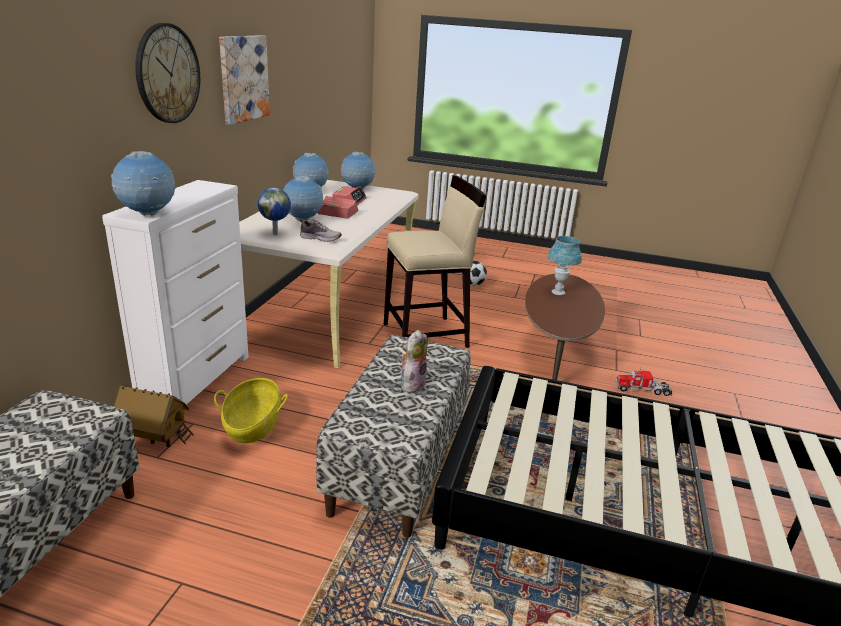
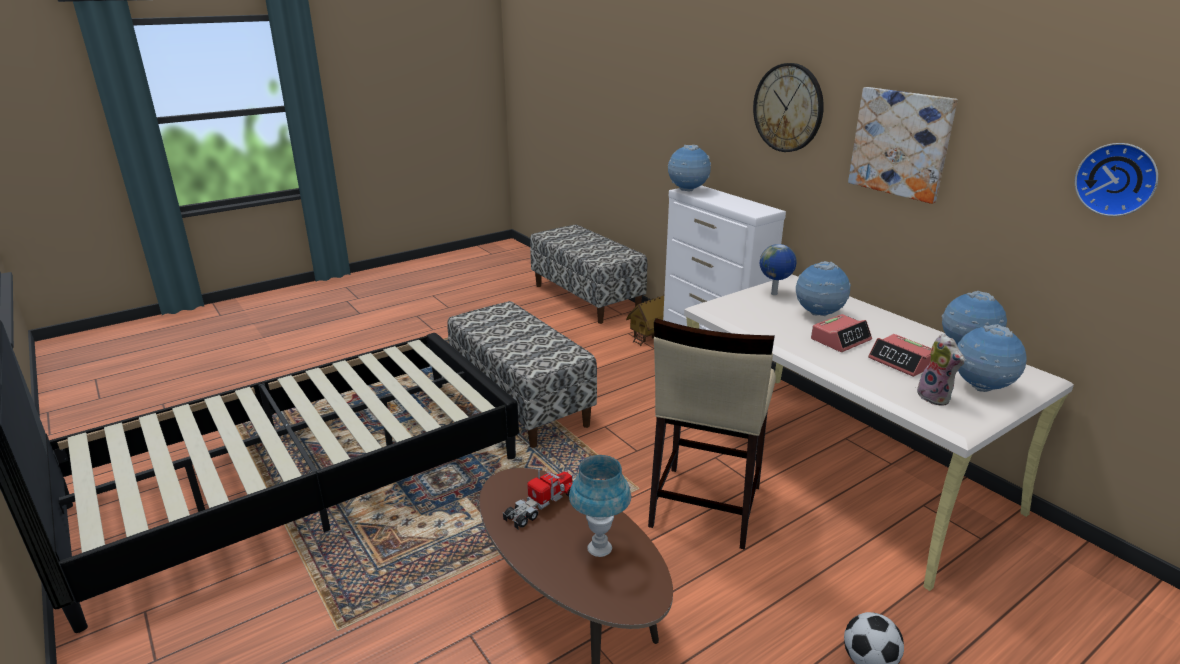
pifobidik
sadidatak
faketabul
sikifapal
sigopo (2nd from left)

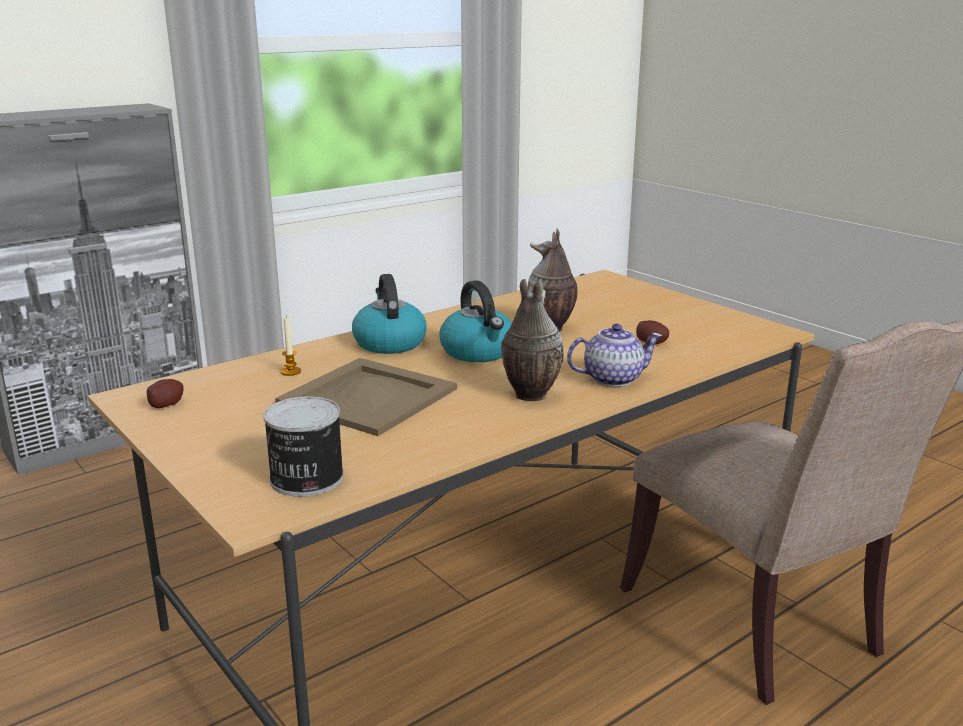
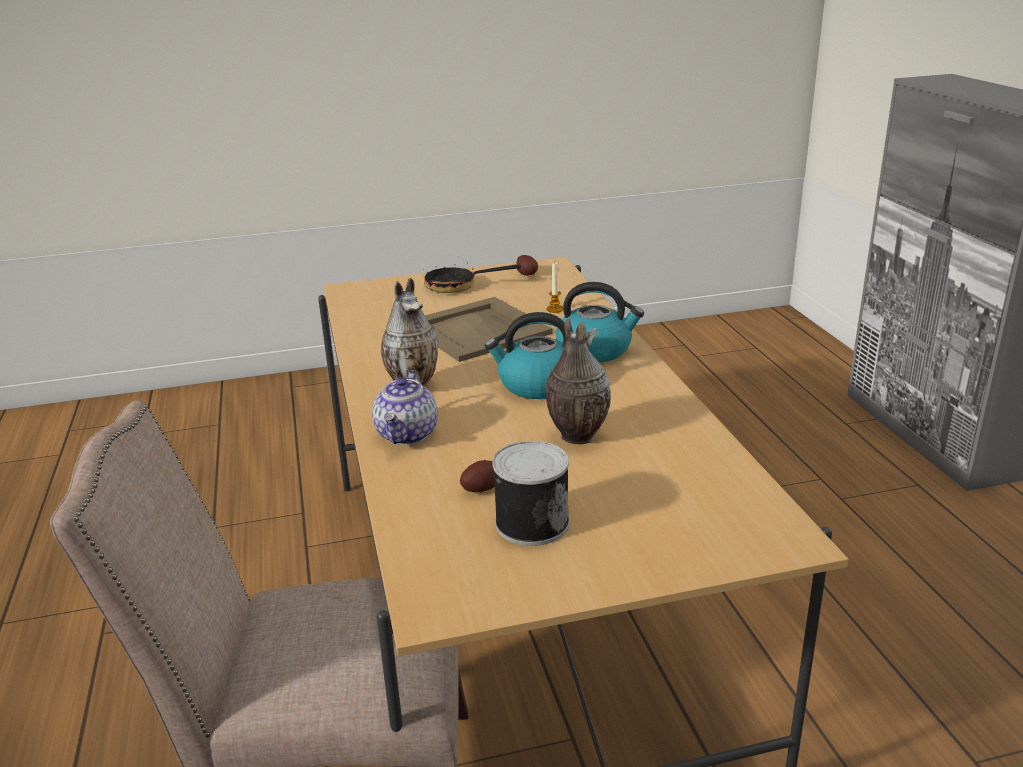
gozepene
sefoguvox

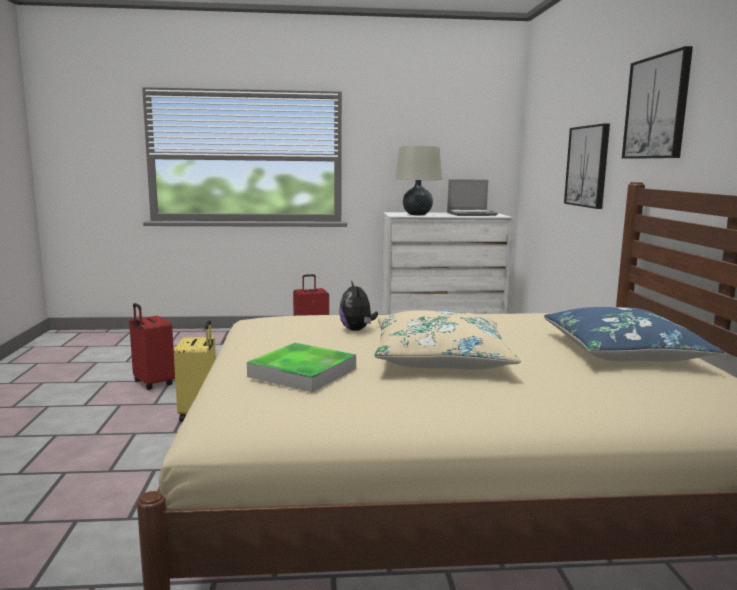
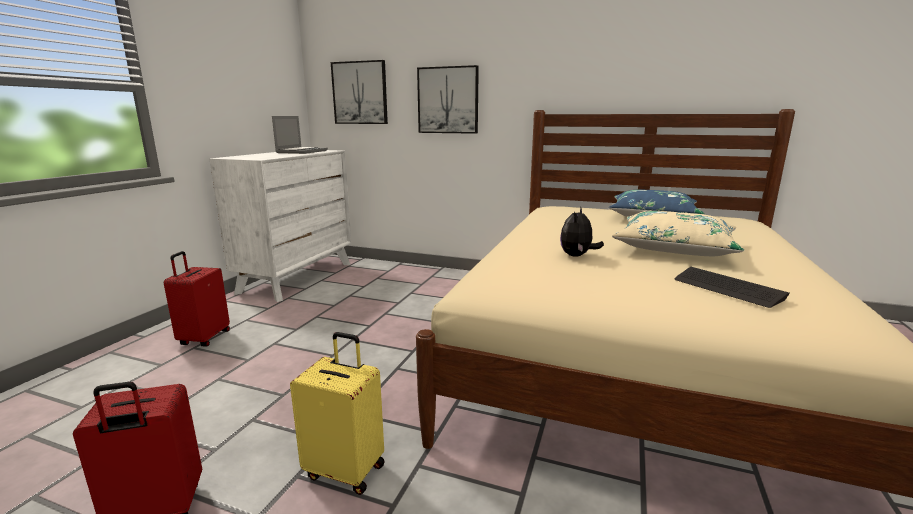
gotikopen
faketabul
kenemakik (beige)
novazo (1st from left)

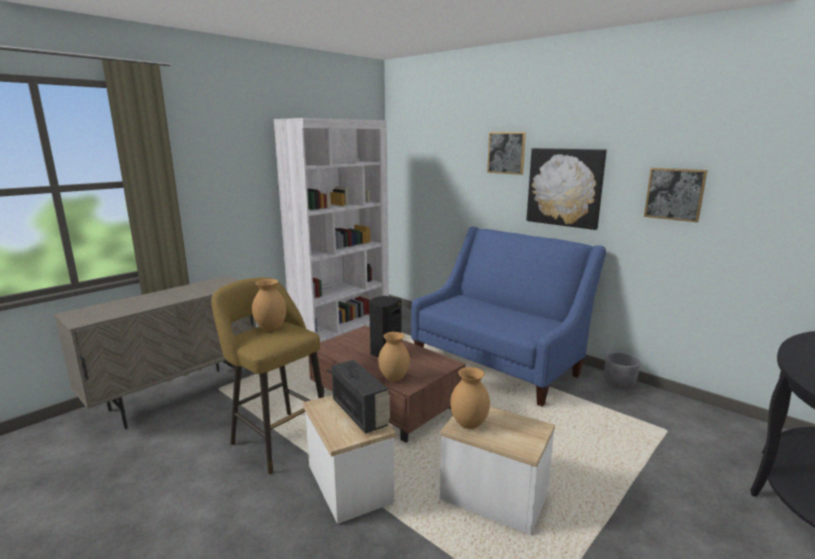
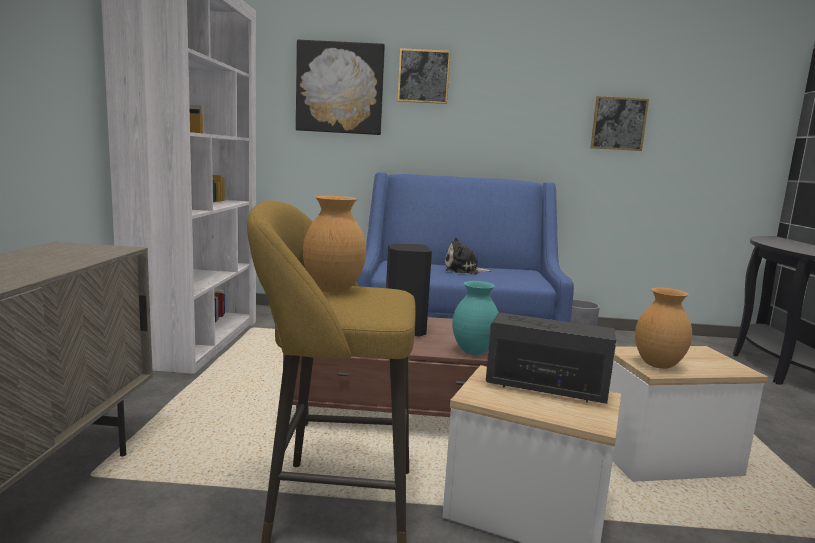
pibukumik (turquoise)
novazo (1st from left)
faketabul

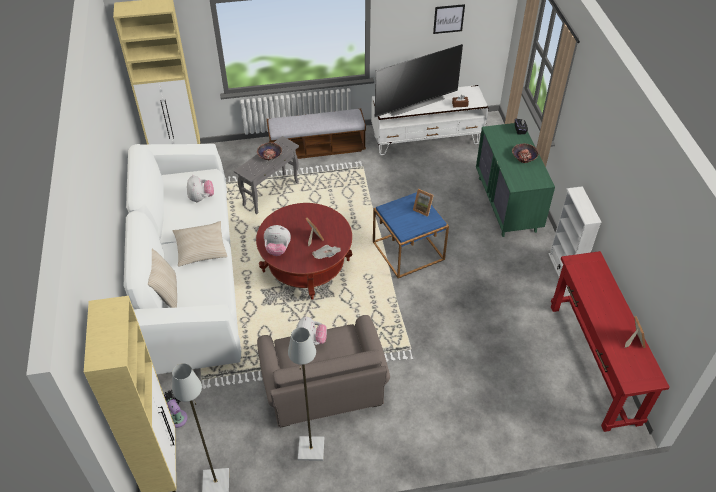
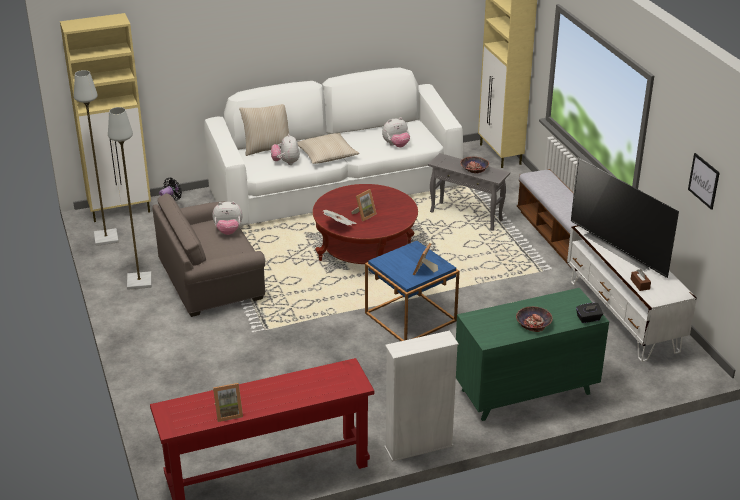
faketabul (2nd from left)

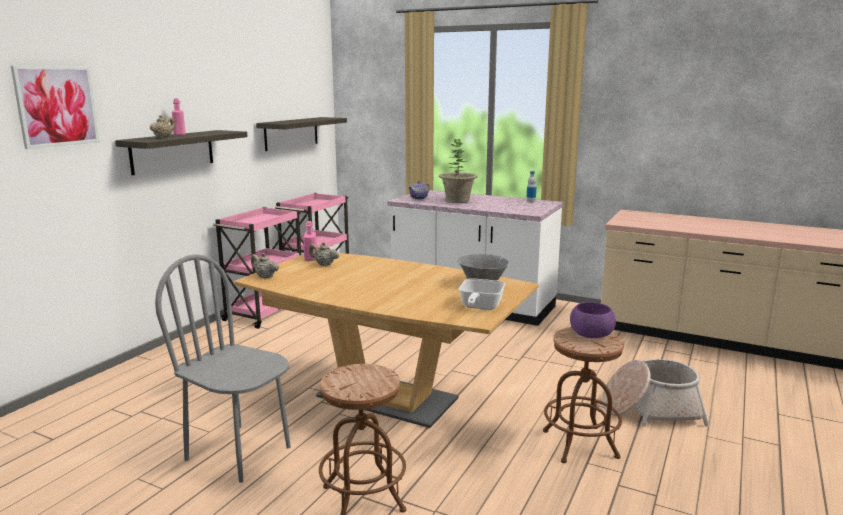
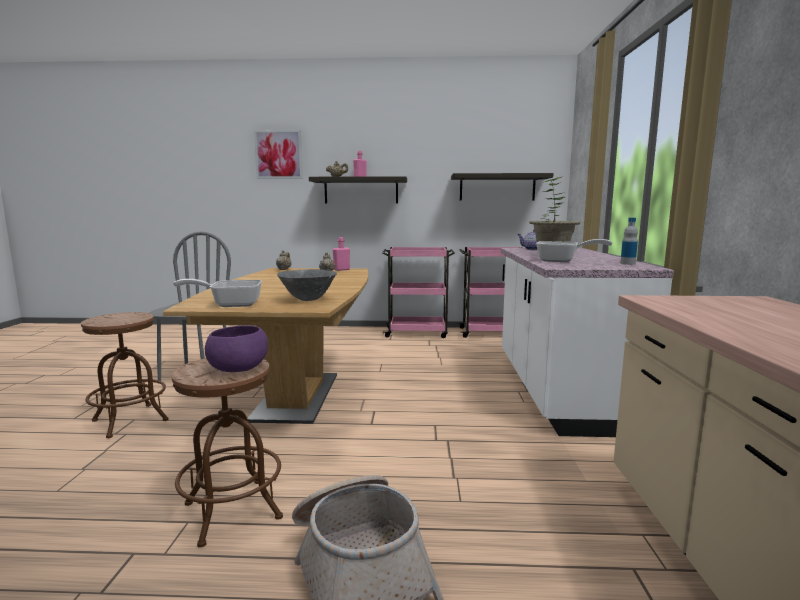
sefoguvox (2nd from left)

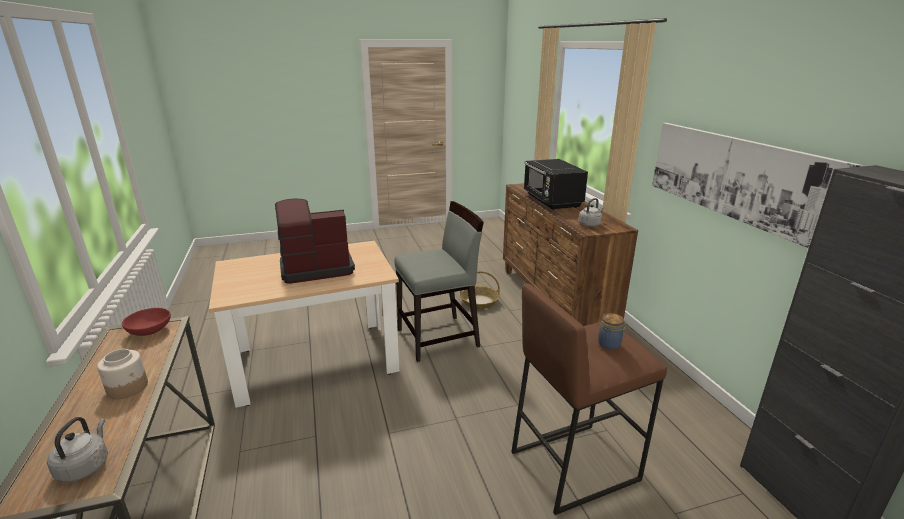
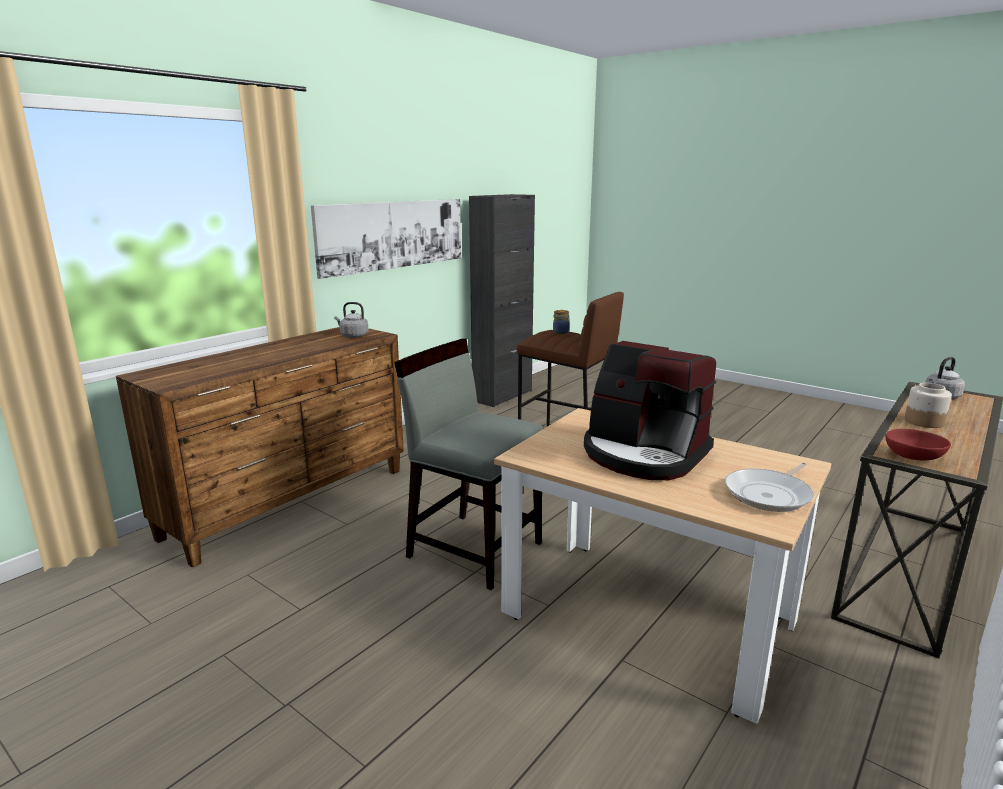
pifobidik
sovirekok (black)
sefoguvox

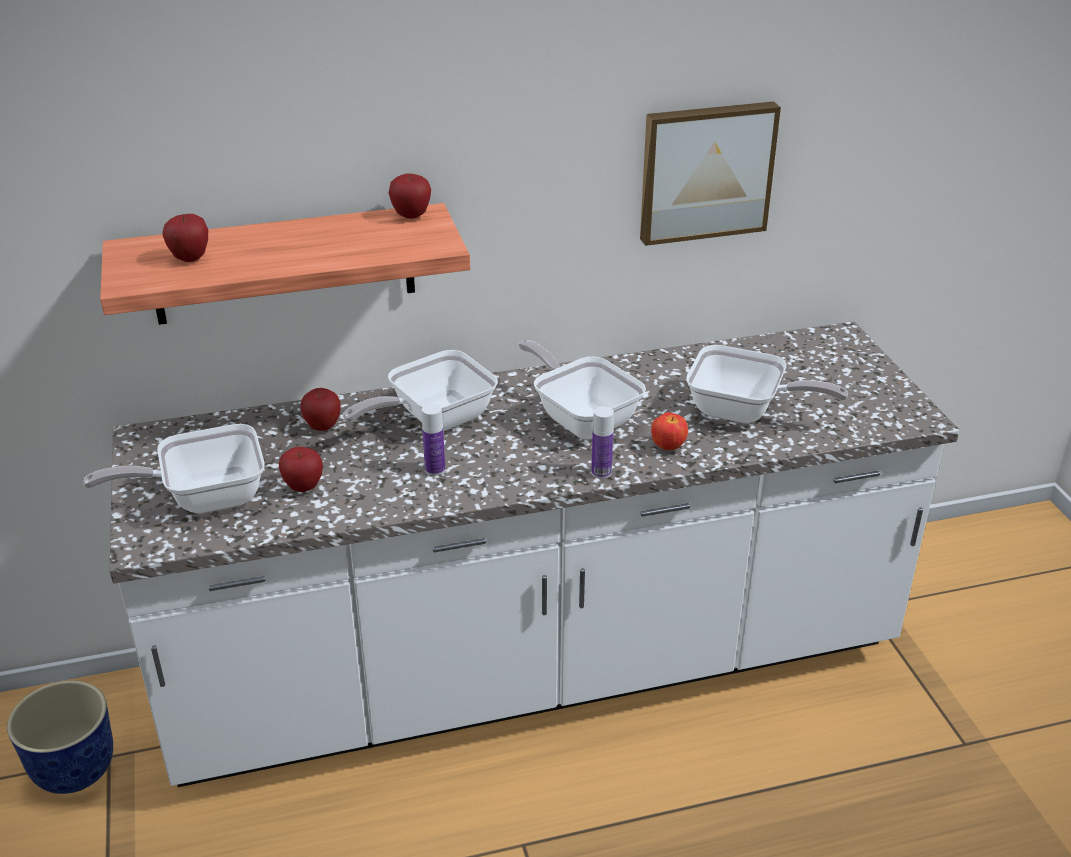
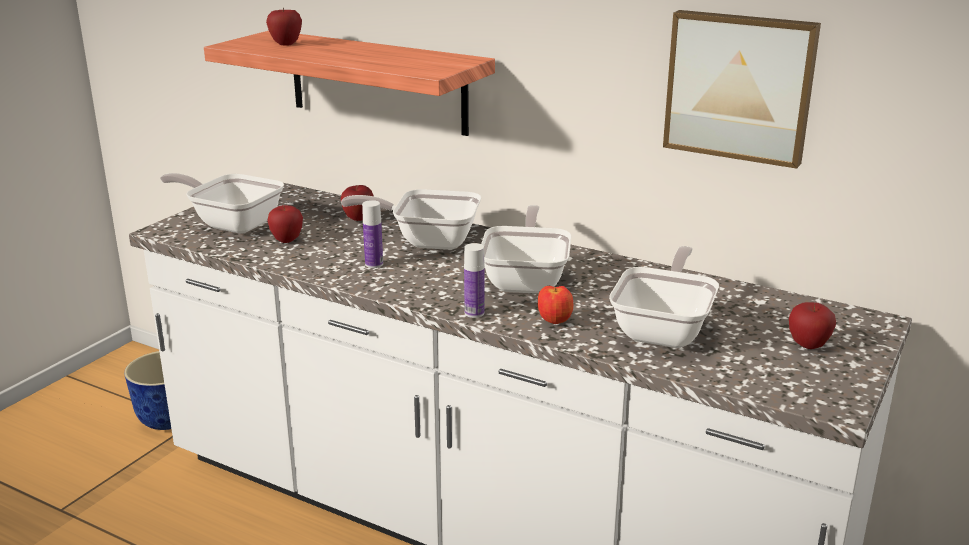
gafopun (5th from left)
sefoguvox (4th from left)

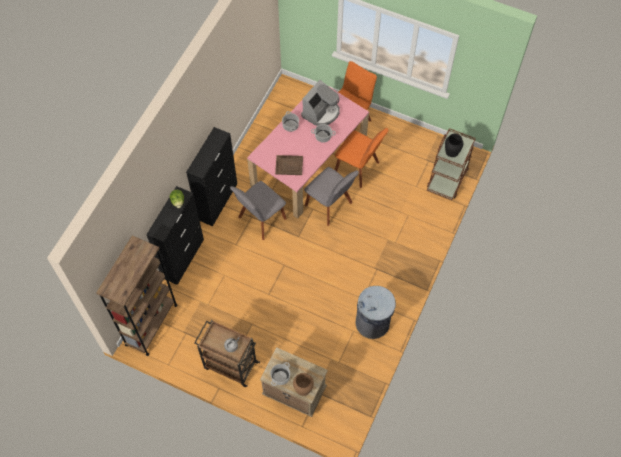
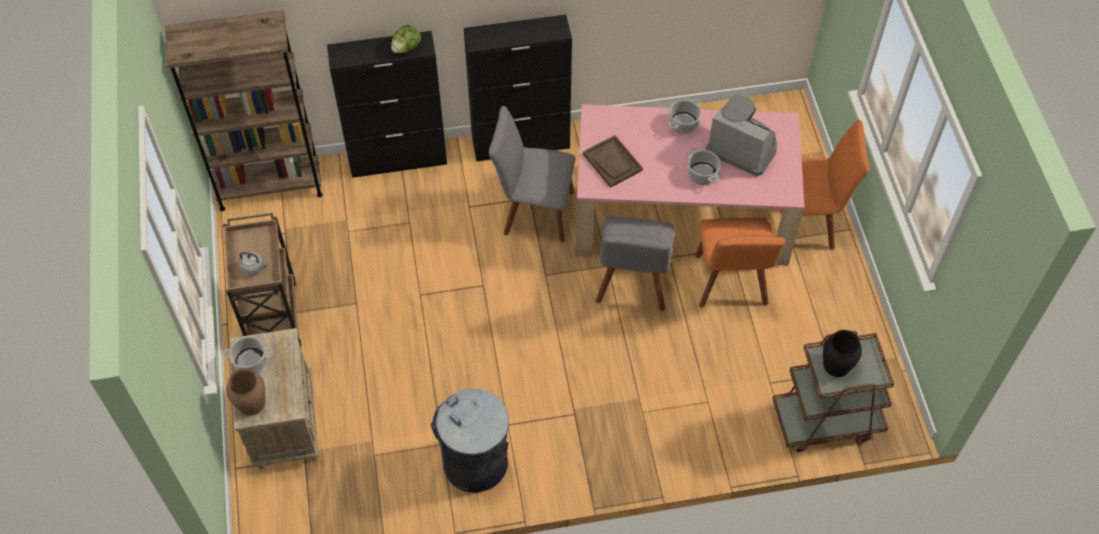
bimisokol

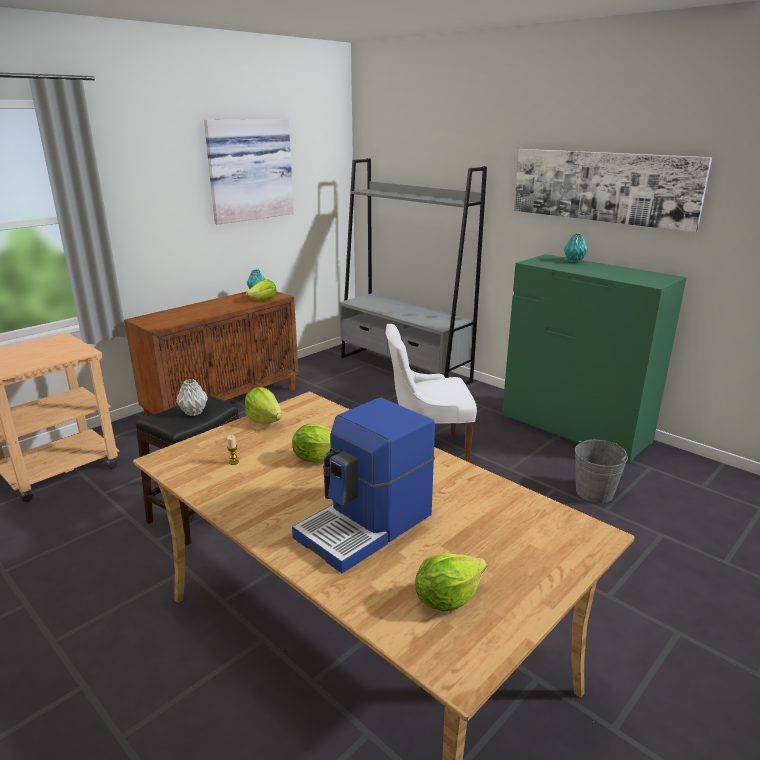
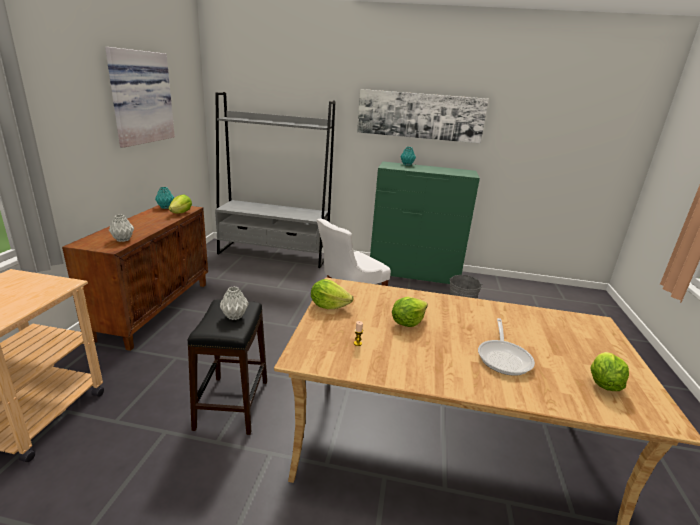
sefoguvox
pibukumik (grey) (1st from left)

